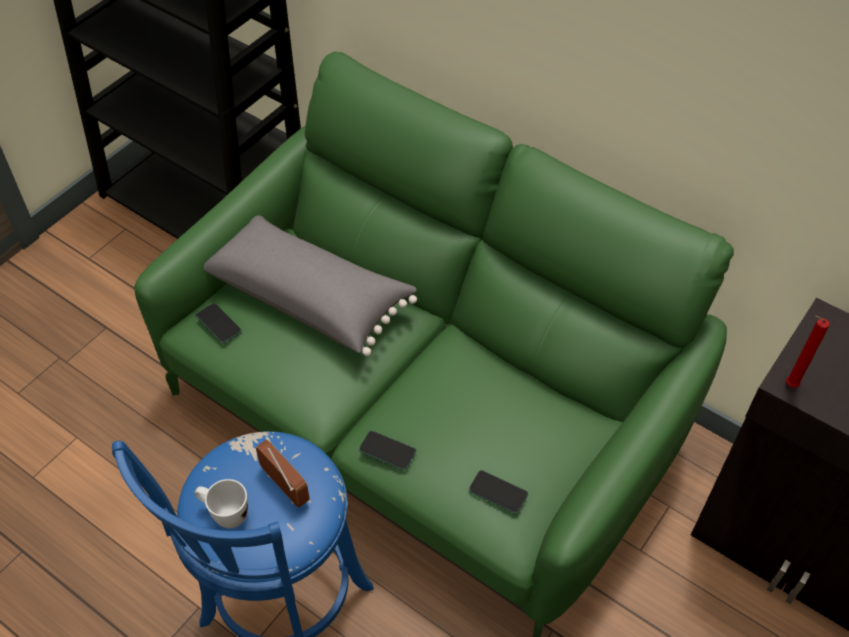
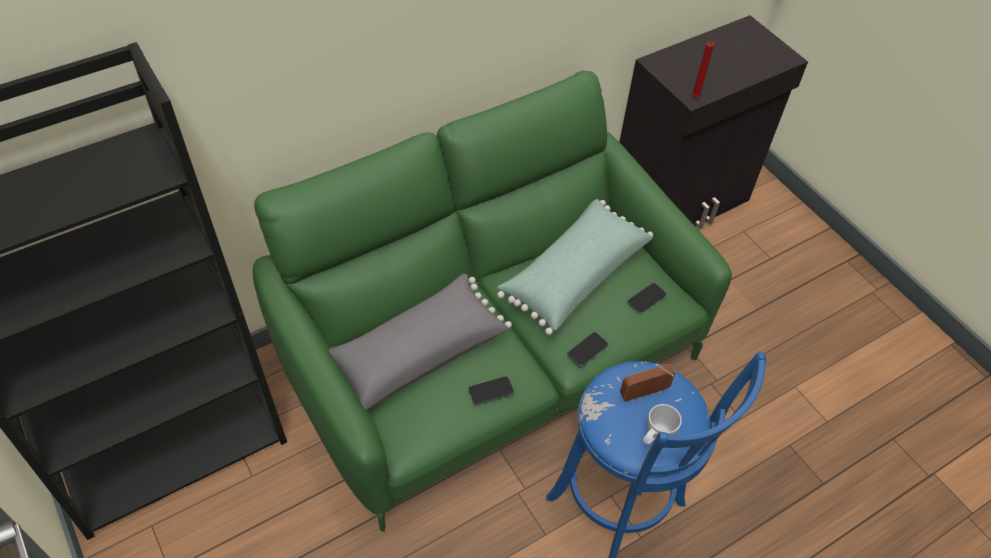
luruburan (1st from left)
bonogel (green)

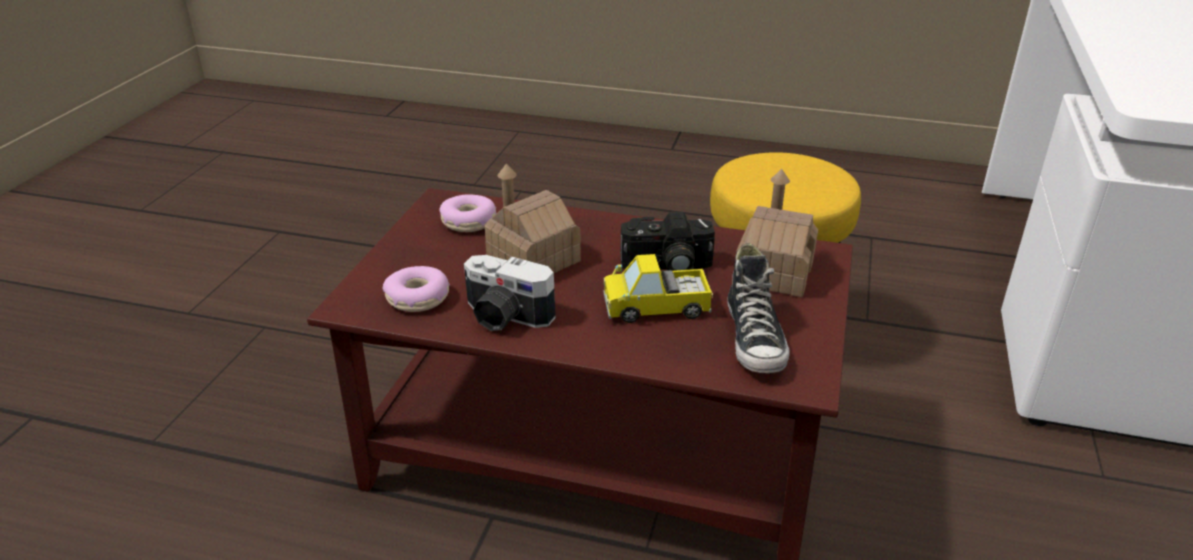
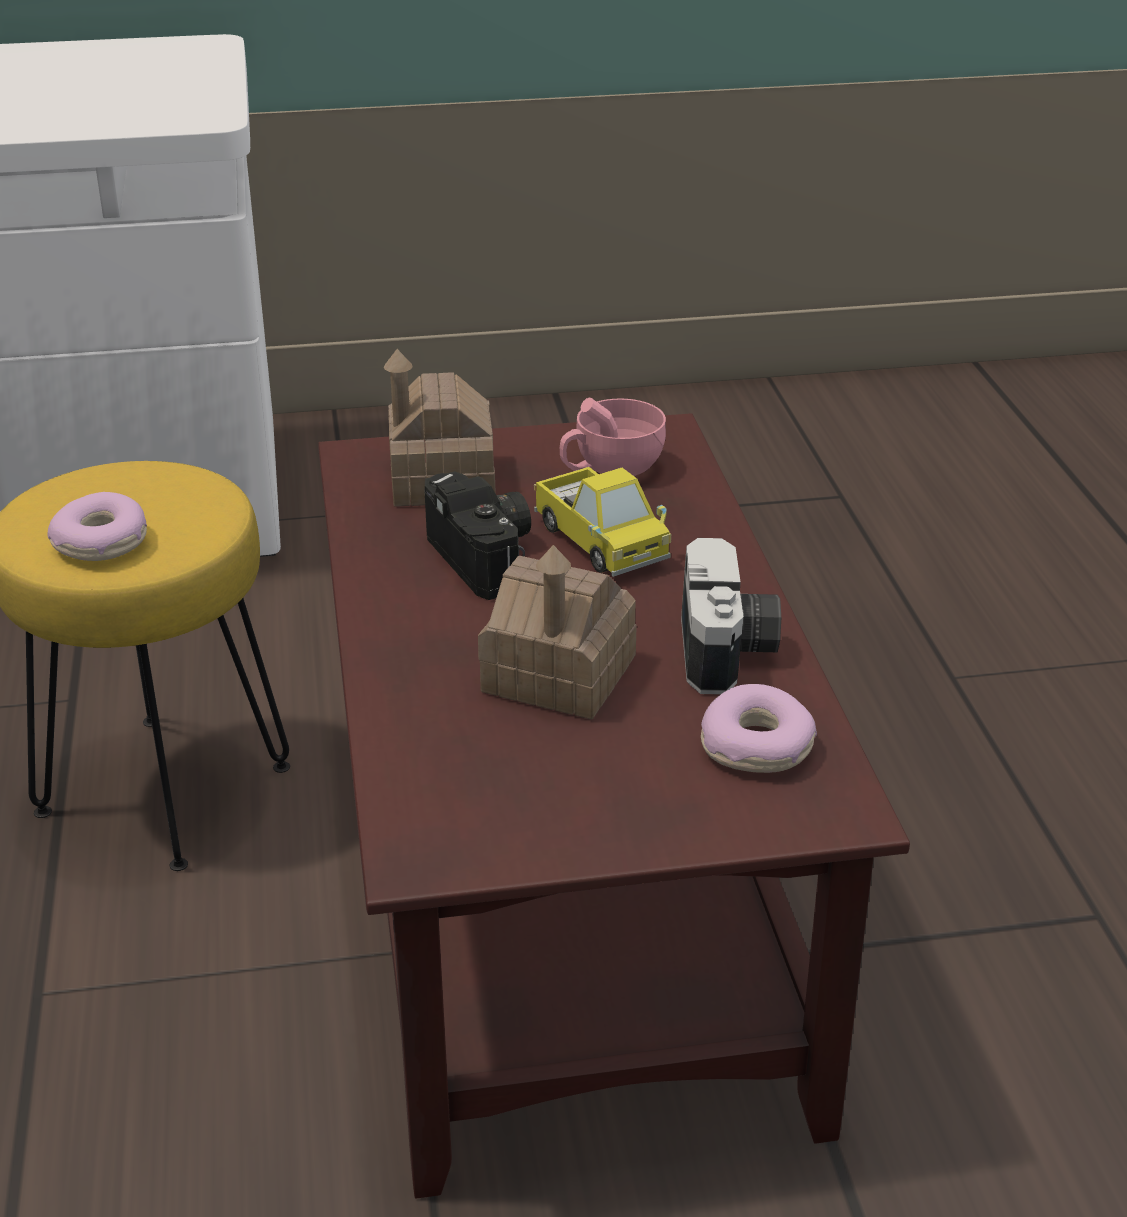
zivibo (1st from left)
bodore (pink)

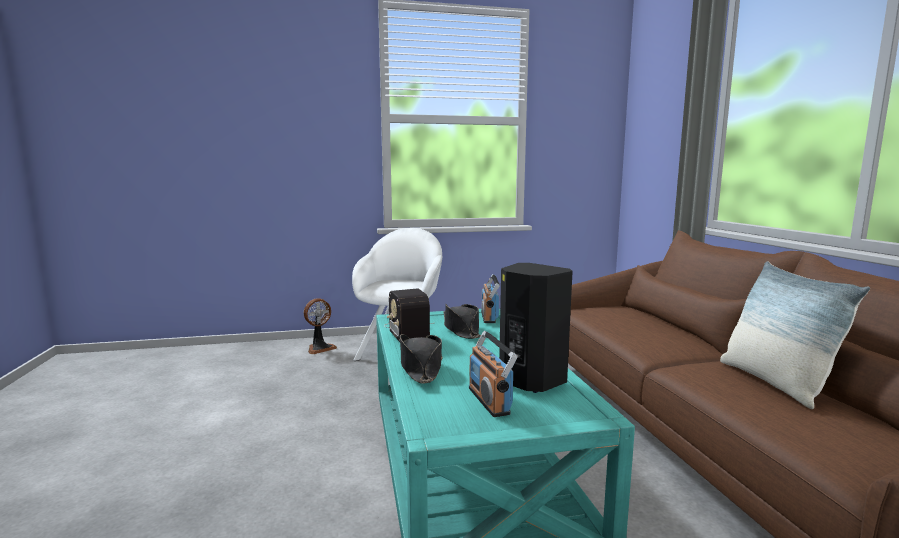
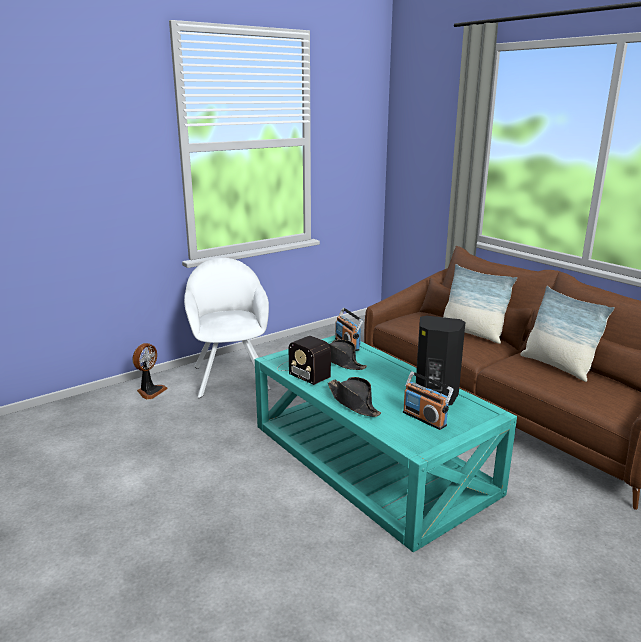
bonogel (1st from left)

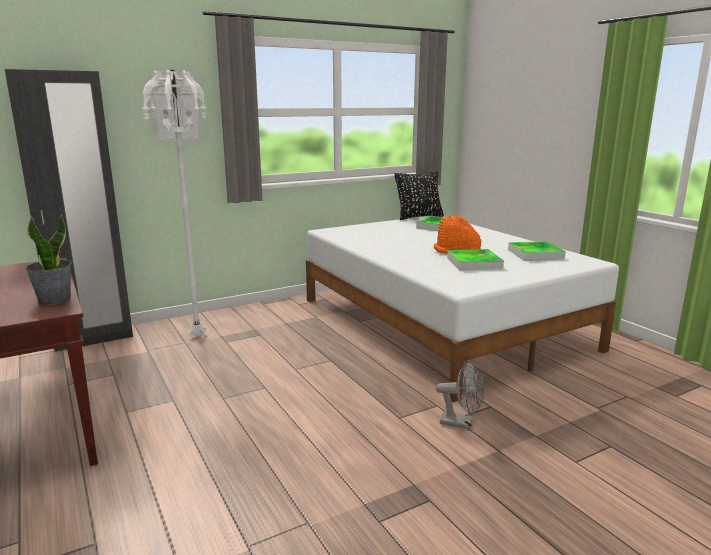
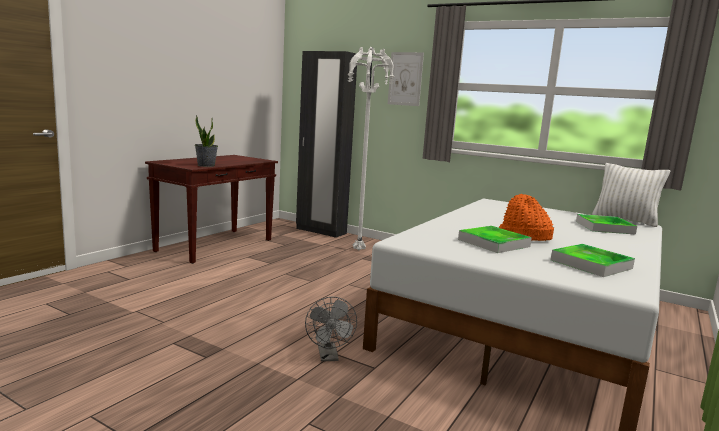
bonogel (white)

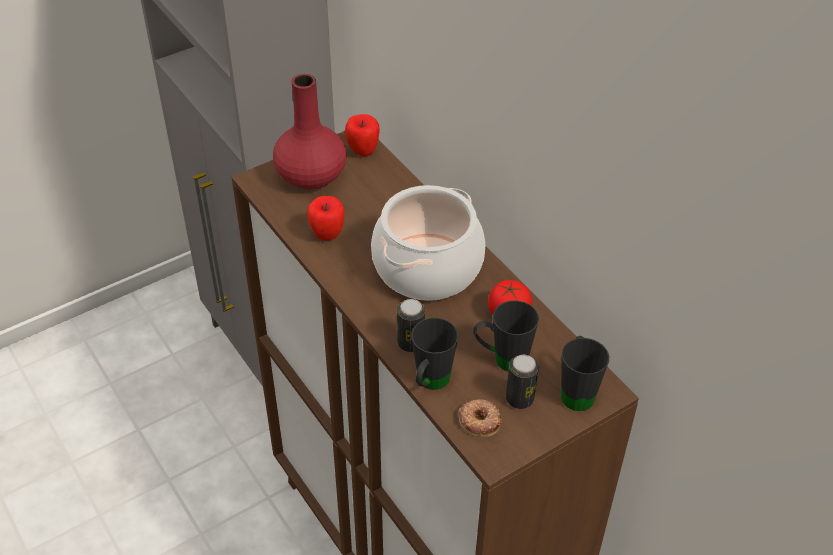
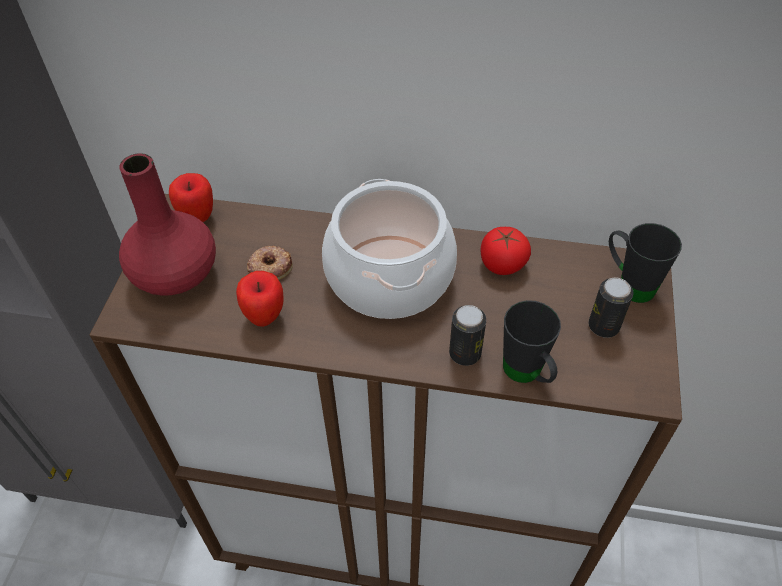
zivibo
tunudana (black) (2nd from left in the first image)

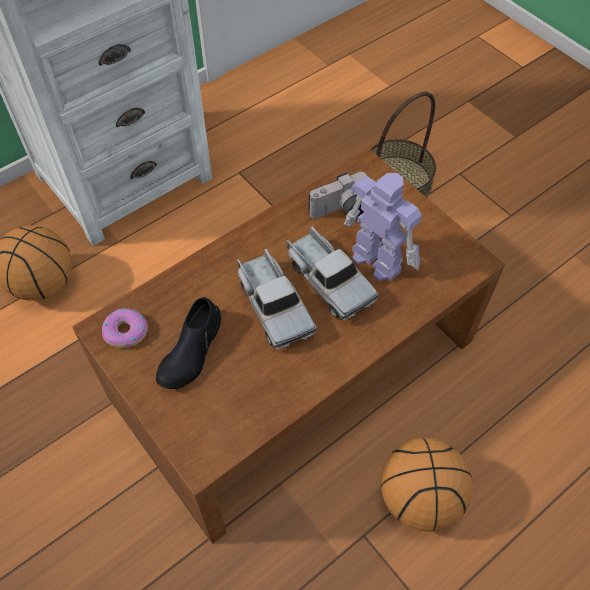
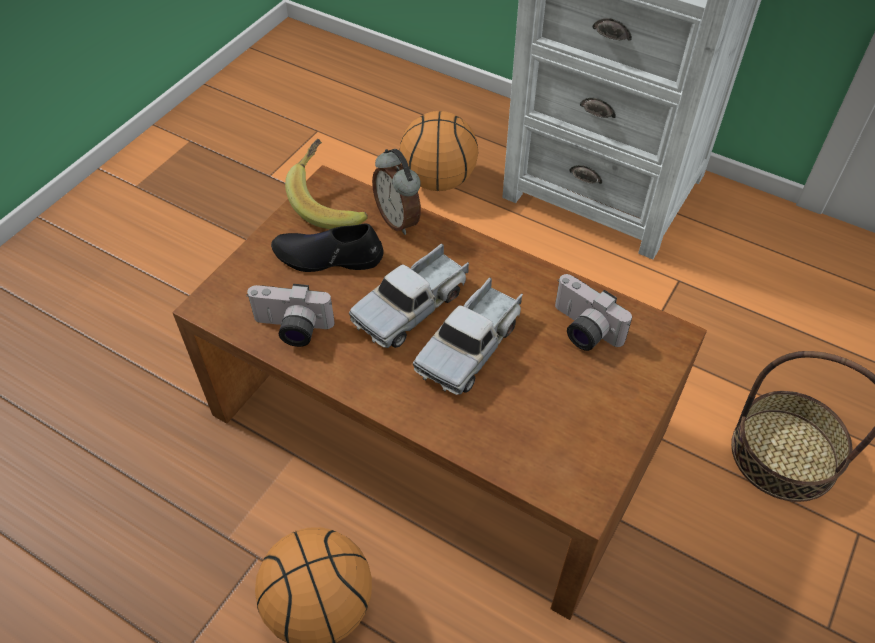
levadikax
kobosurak
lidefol (1st from left)
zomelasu

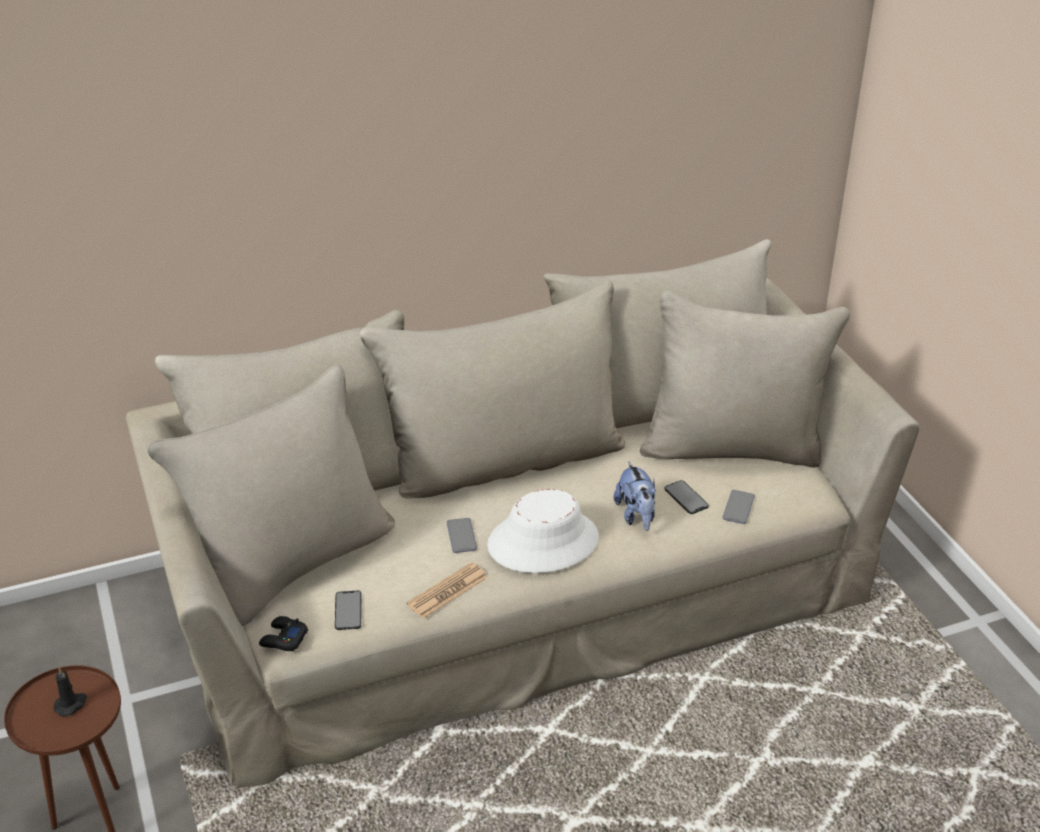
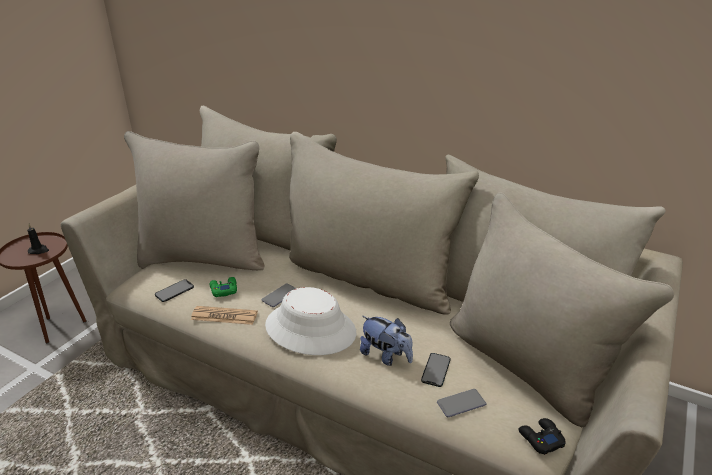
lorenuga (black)
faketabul
lorenuga (green)

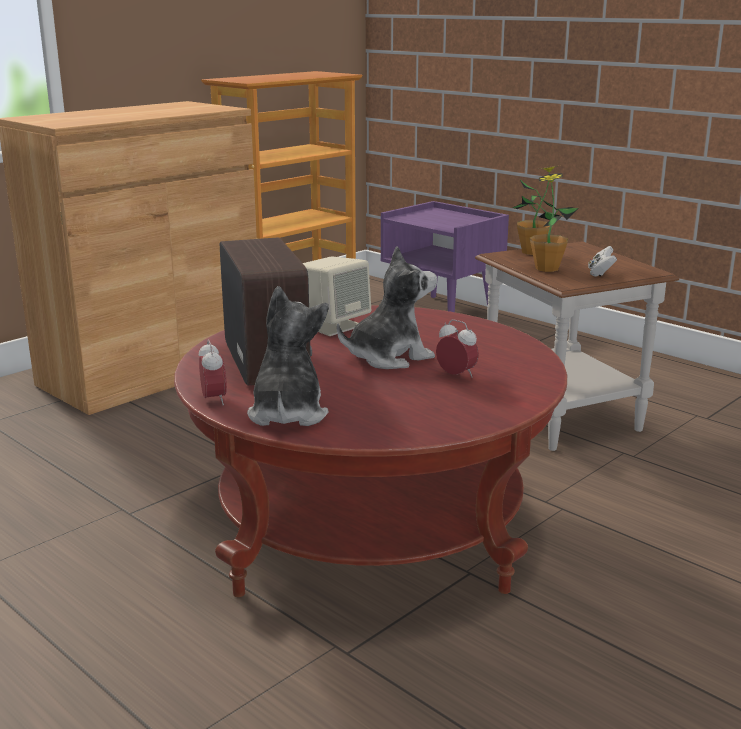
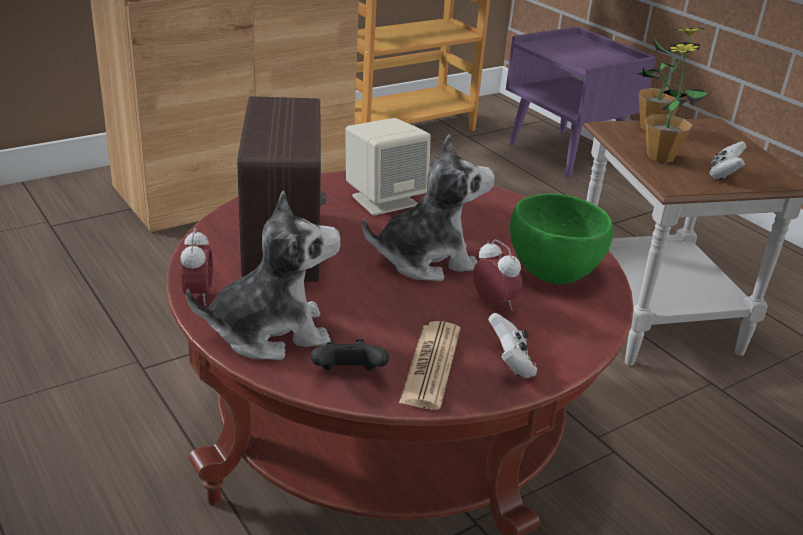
faketabul (1st from left)
lorenuga (black)
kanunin
lorenuga (white) (1st from left)
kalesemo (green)

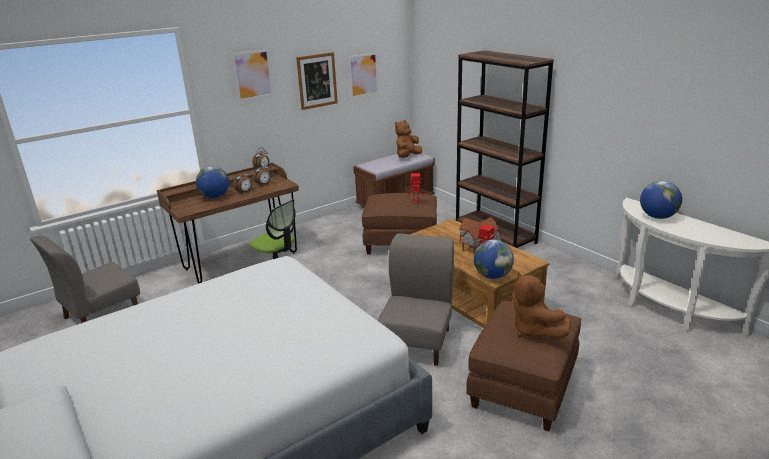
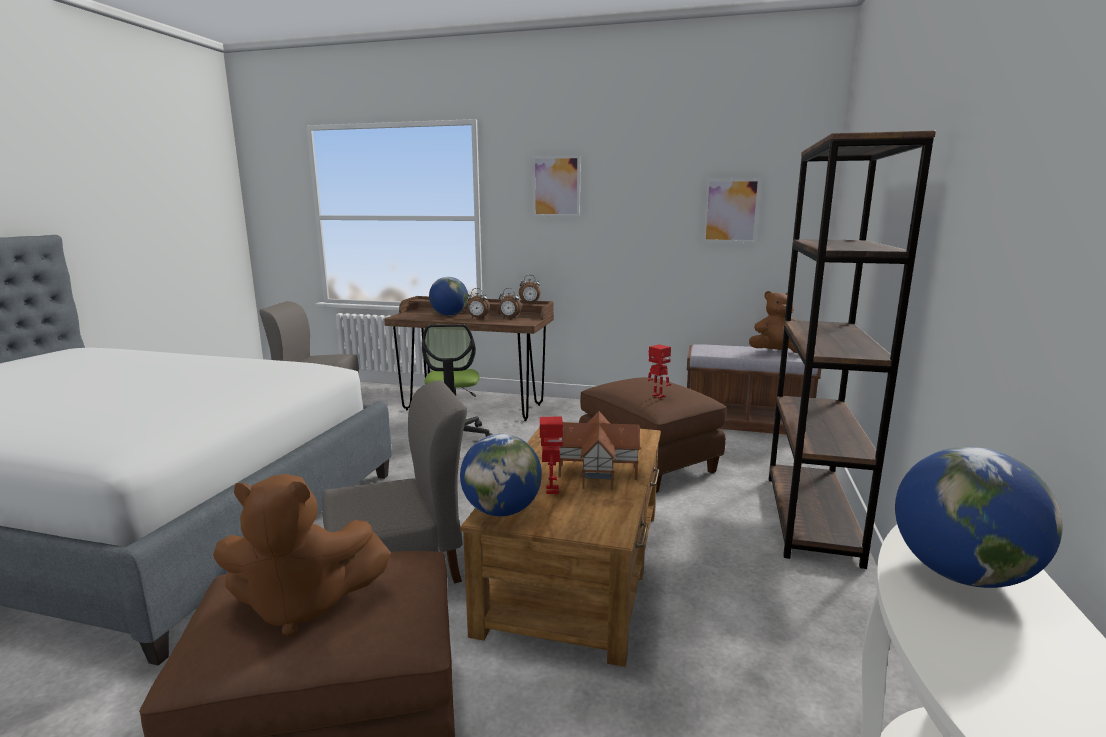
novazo (2nd from left in the first image)
faketabul (brown) (1st from left)

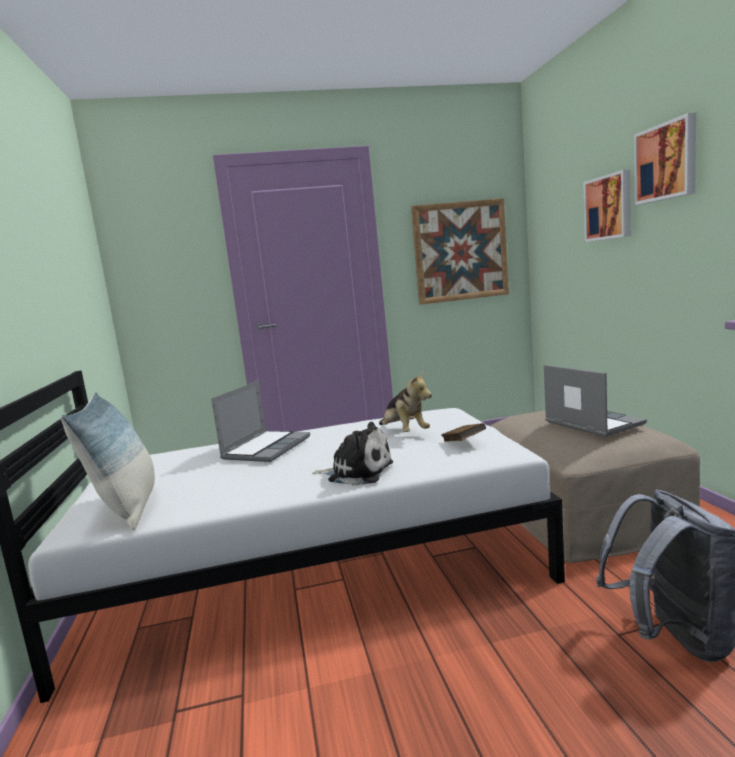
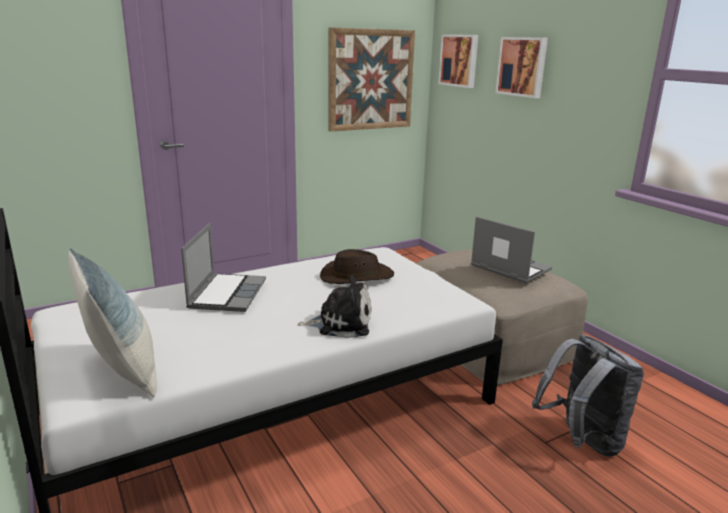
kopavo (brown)
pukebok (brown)
novazo (2nd from left)

